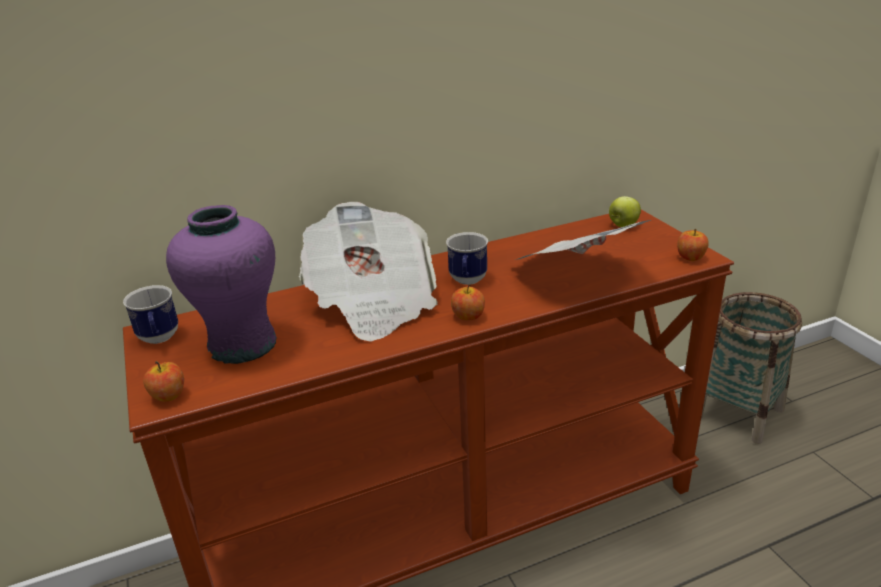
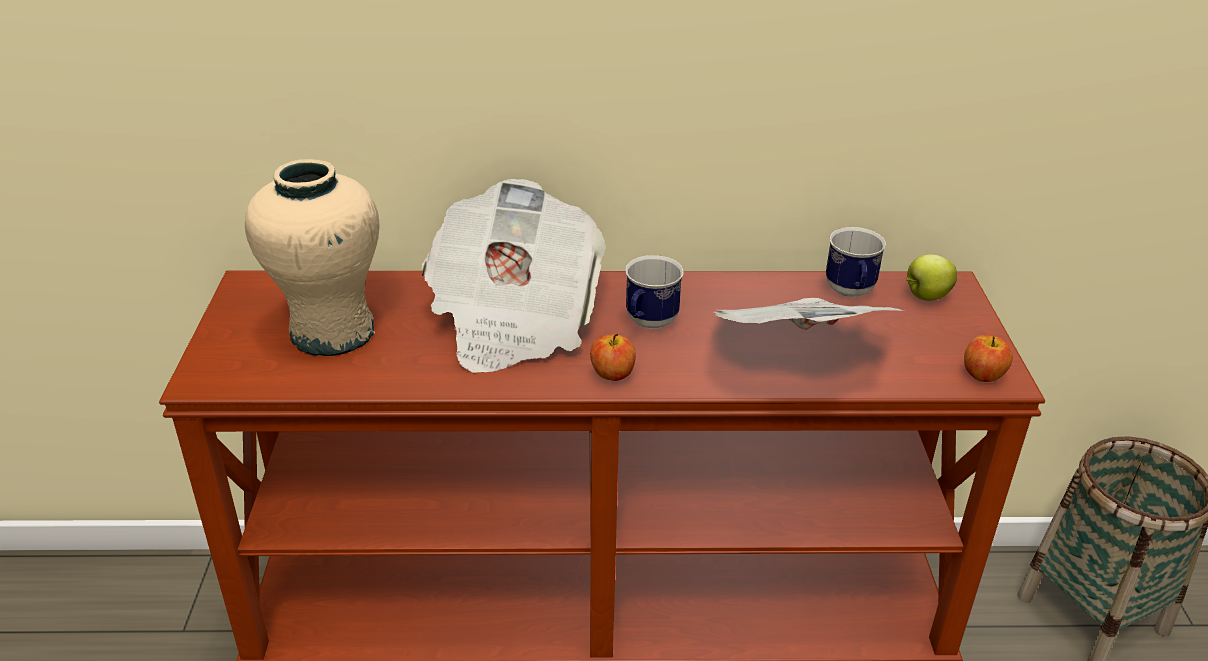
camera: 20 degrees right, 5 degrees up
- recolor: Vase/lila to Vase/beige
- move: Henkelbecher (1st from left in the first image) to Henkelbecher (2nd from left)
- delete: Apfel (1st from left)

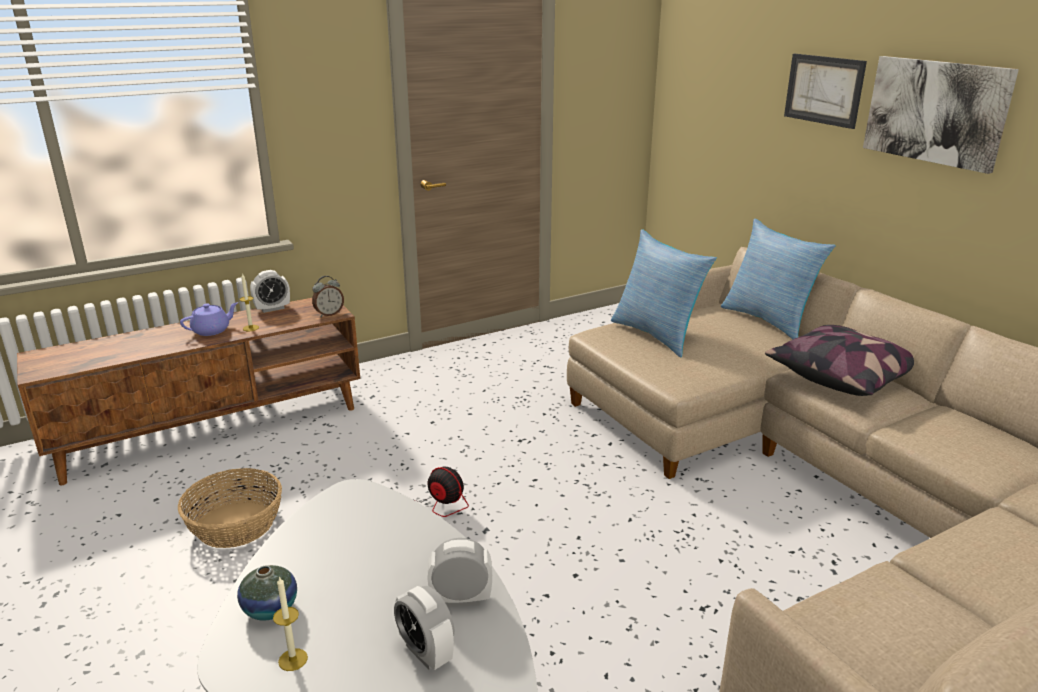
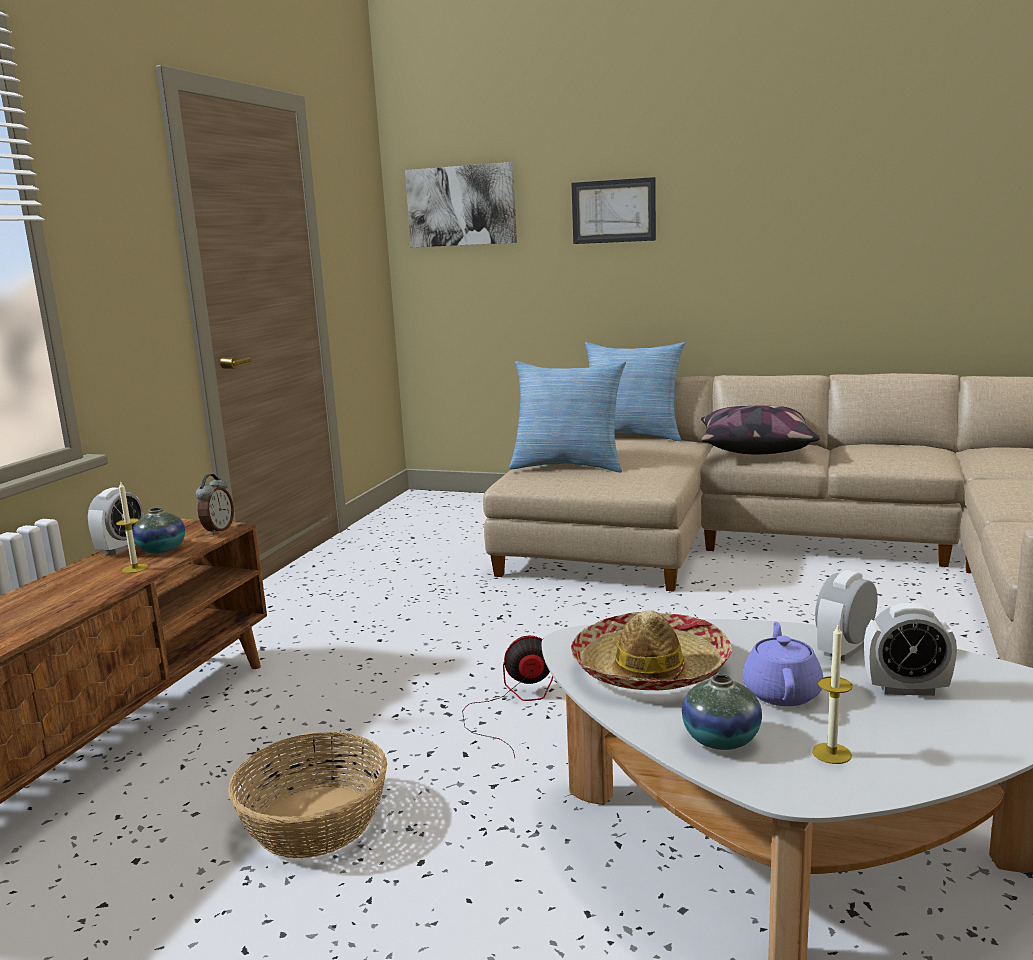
camera: 40 degrees left, 10 degrees down
- insert: Vase (1st from left)
- move: Bild (2nd from left in the first image) to Bild (1st from left)
- insert: Hut
- move: Teekanne/lila

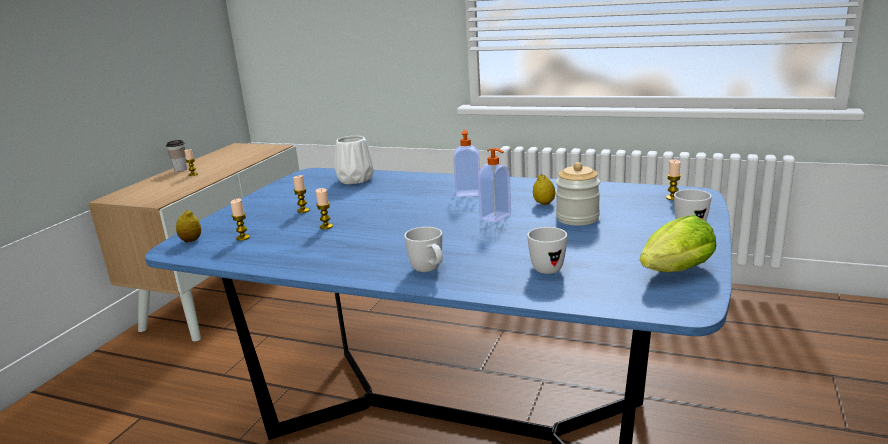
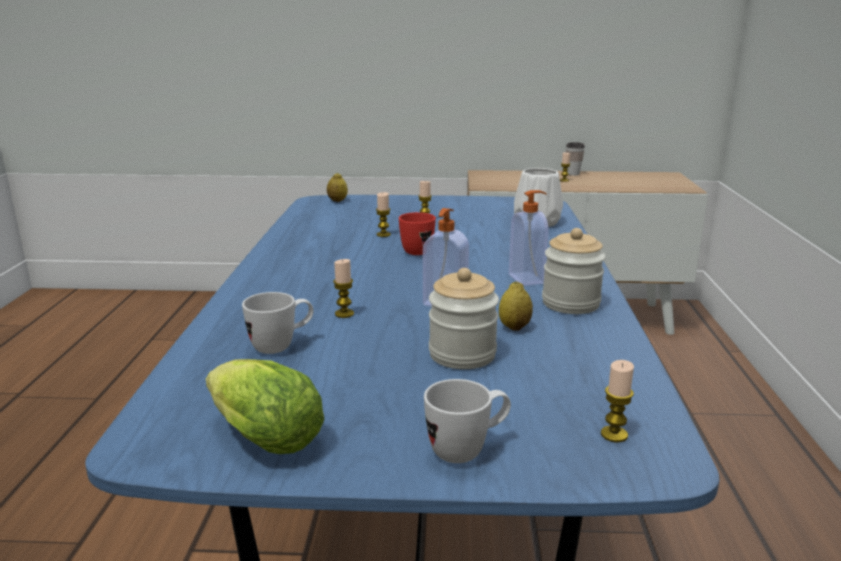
camera: 70 degrees right, 0 degrees up
- move: Kerze (2nd from left in the first image) to Kerze (1st from left)
- insert: Henkelbecher/rot
- insert: Vorratsglas (2nd from left)
- delete: Henkelbecher/weiß (1st from left)

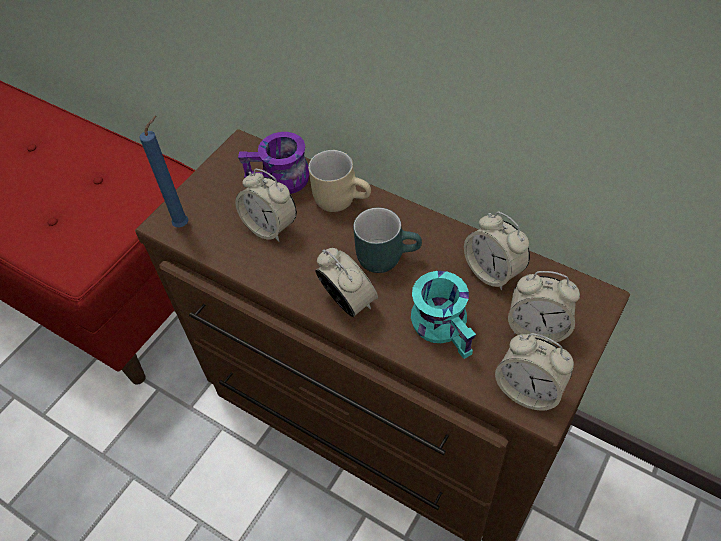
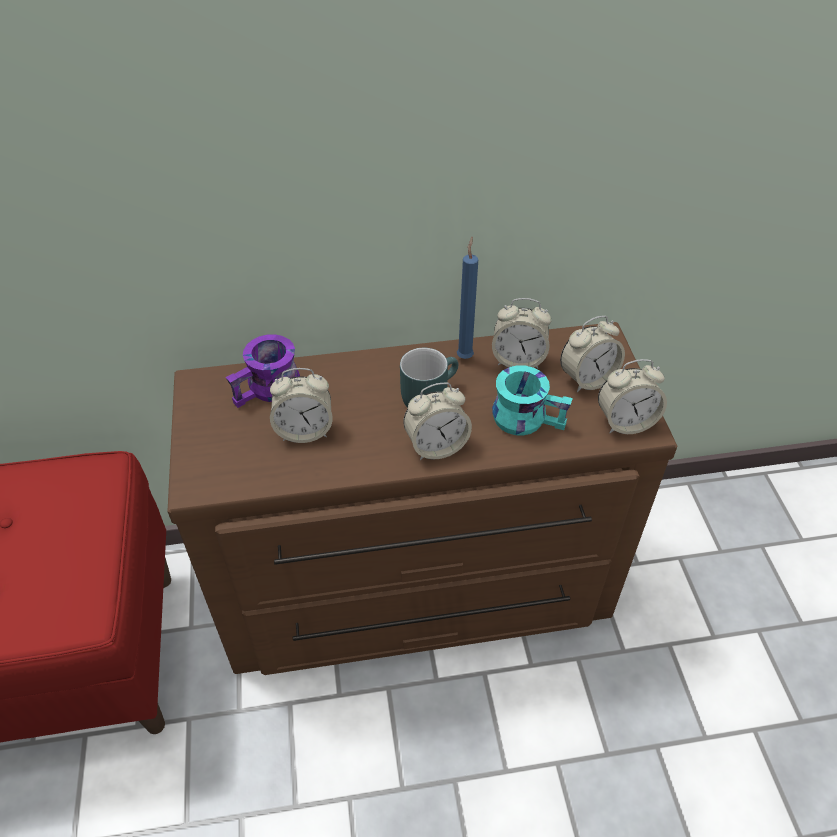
camera: 45 degrees left, 5 degrees down
- rotate: Wecker (2nd from left) 150 degrees clockwise
- move: Kerze/blau
- delete: Henkelbecher/beige

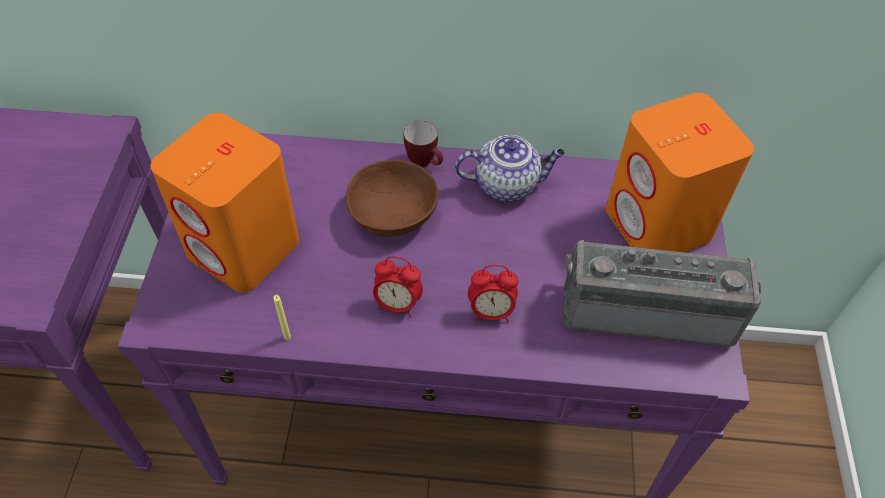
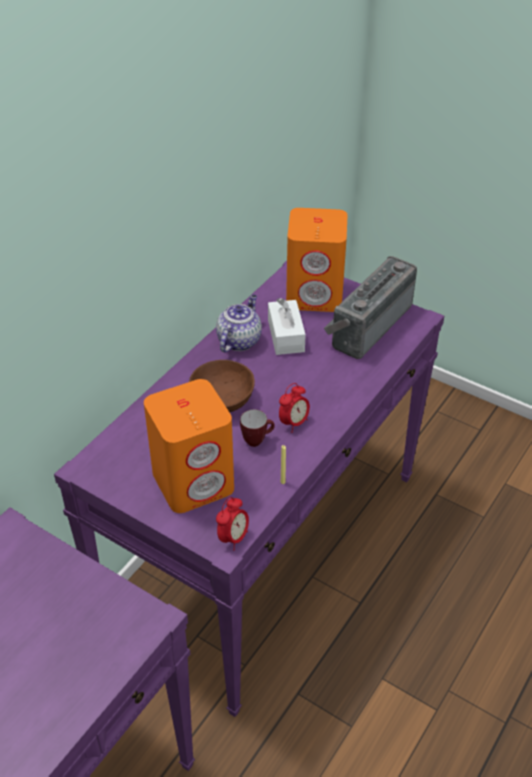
camera: 60 degrees left, 10 degrees down
- move: Wecker (2nd from left in the first image) to Wecker (1st from left)
- move: Henkelbecher
- insert: Taschentuchbox/weiß

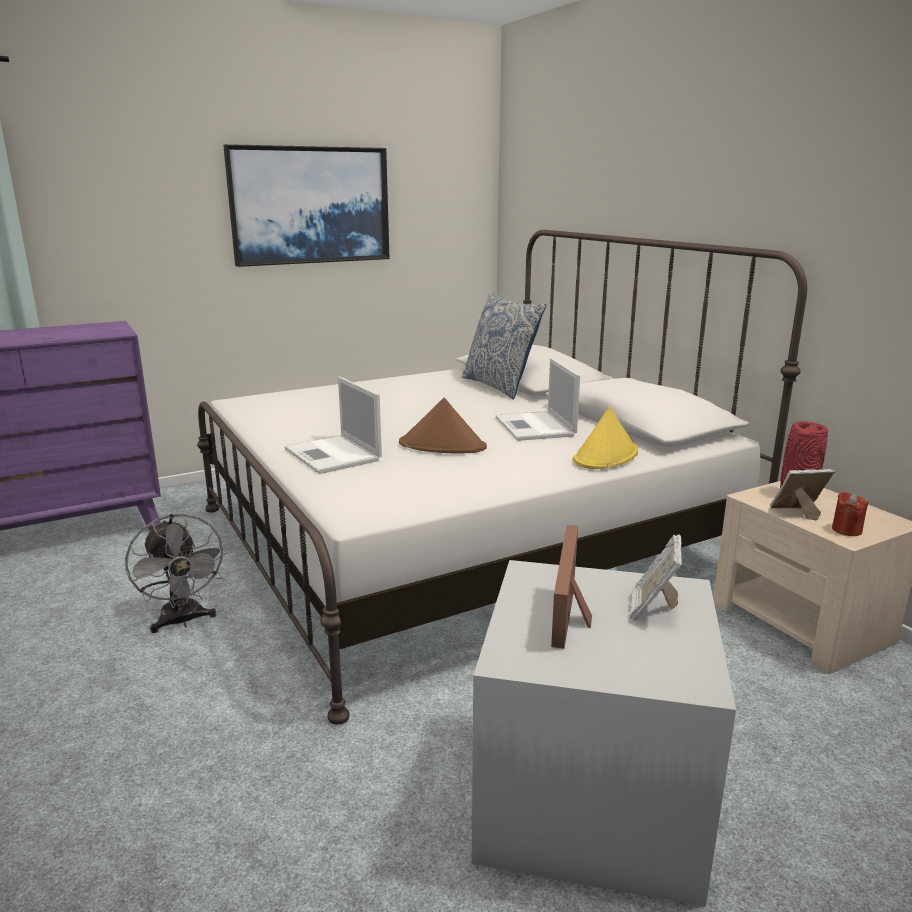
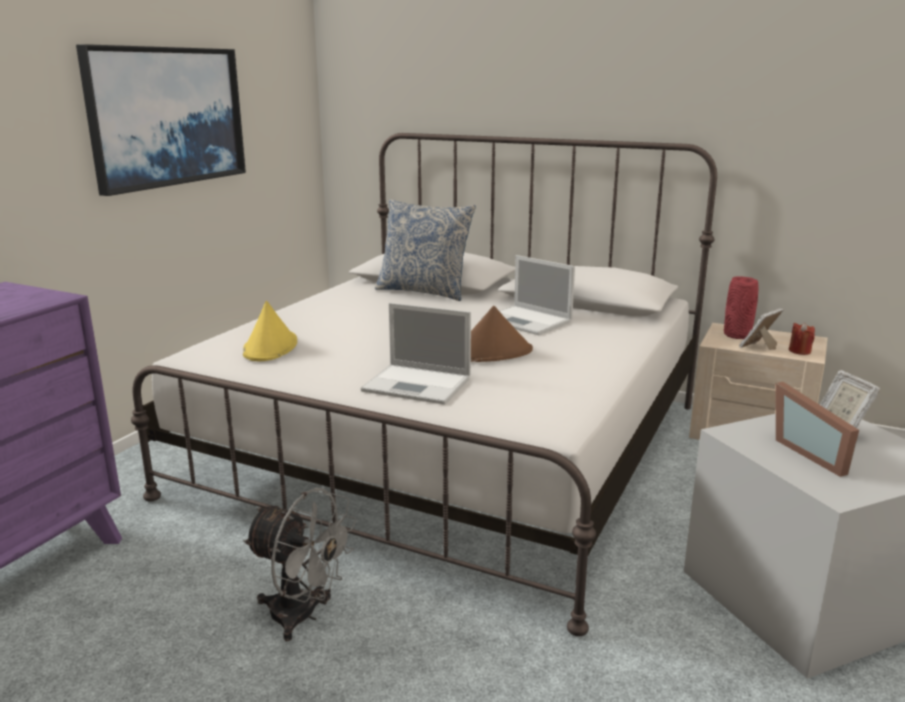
camera: 35 degrees left, 0 degrees up
- move: Hut/gelb

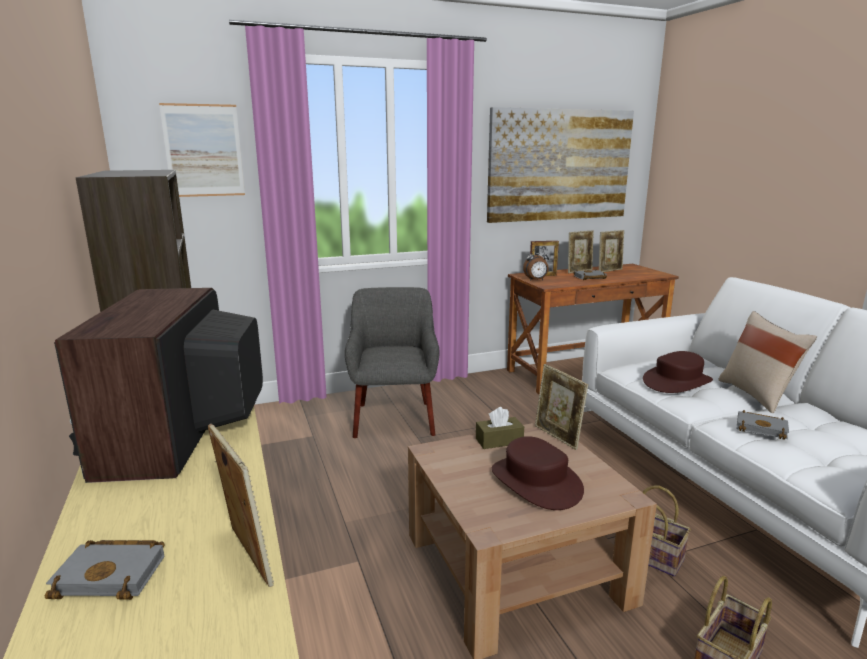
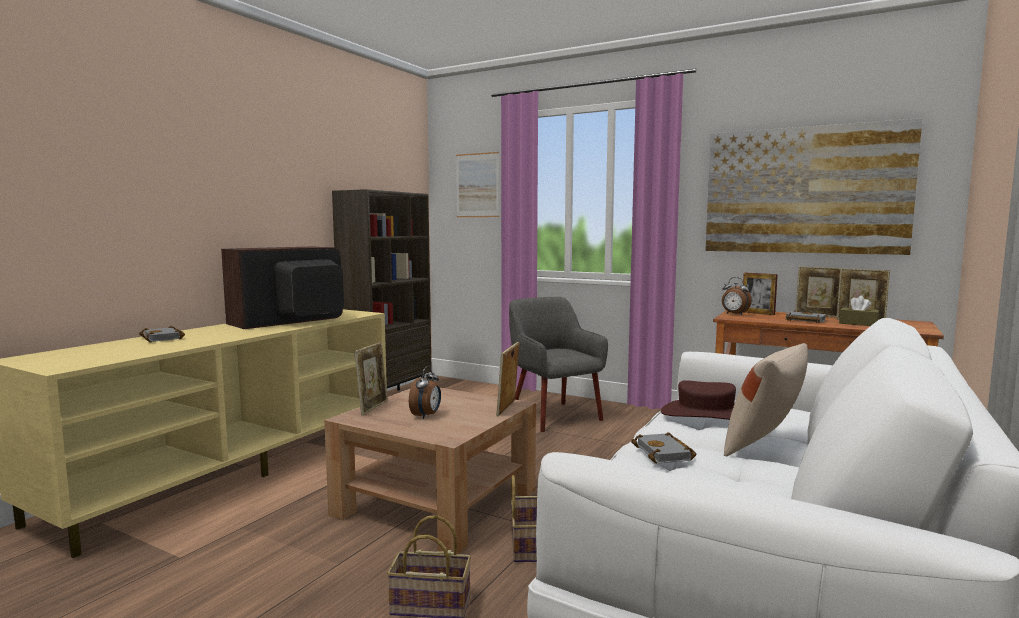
camera: 50 degrees right, 10 degrees down
- move: Bilderrahmen (1st from left)
- replace: Hut/braun (1st from left) to Wecker (1st from left)
- rotate: Sessel/grau 75 degrees counterclockwise
- move: Taschentuchbox/braun

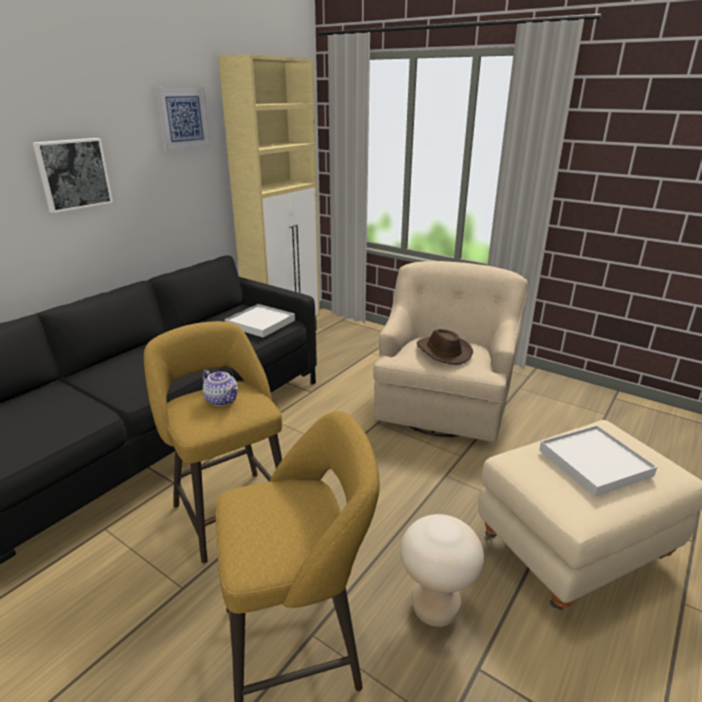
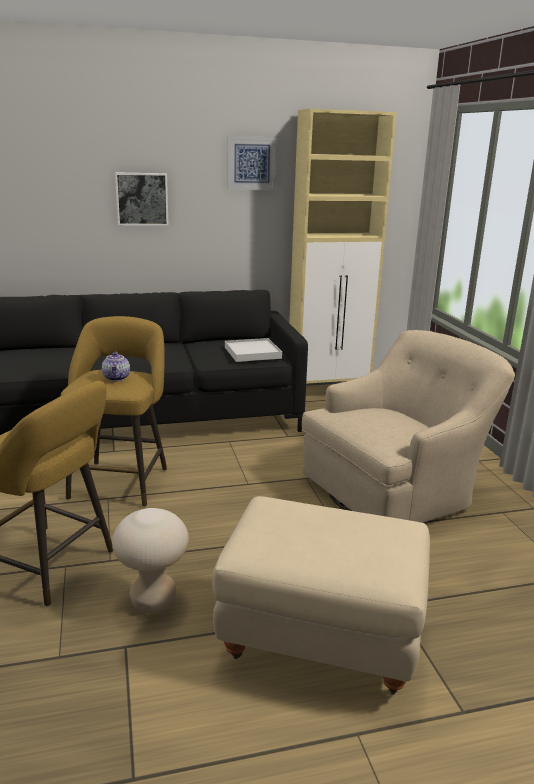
camera: 40 degrees right, 5 degrees down
- delete: Hut/braun
- delete: Tablett/weiß (2nd from left)

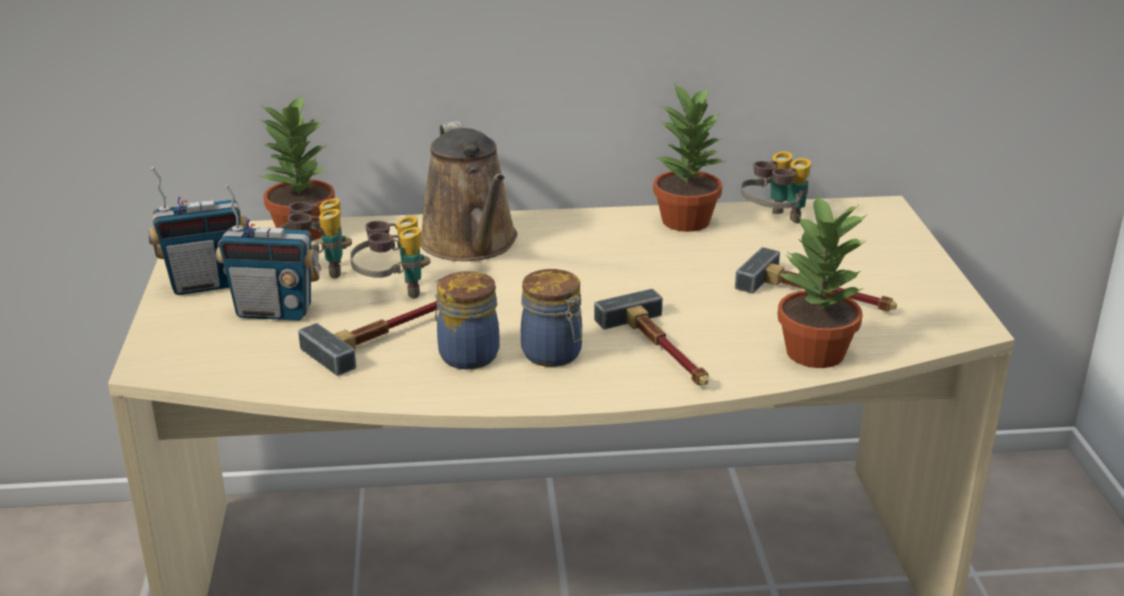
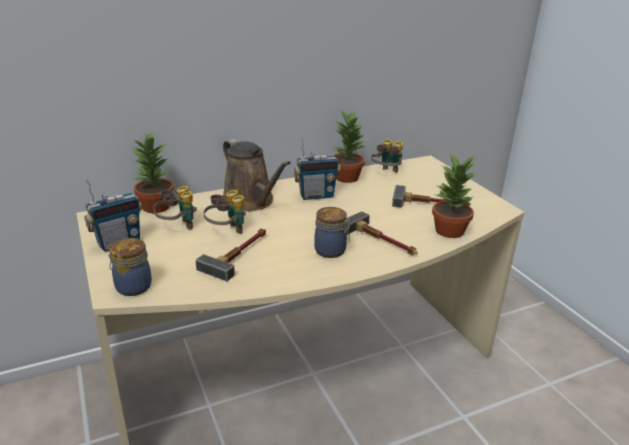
camera: 20 degrees left, 0 degrees up
- move: Vorratsglas (1st from left)
- move: Radio (2nd from left)

